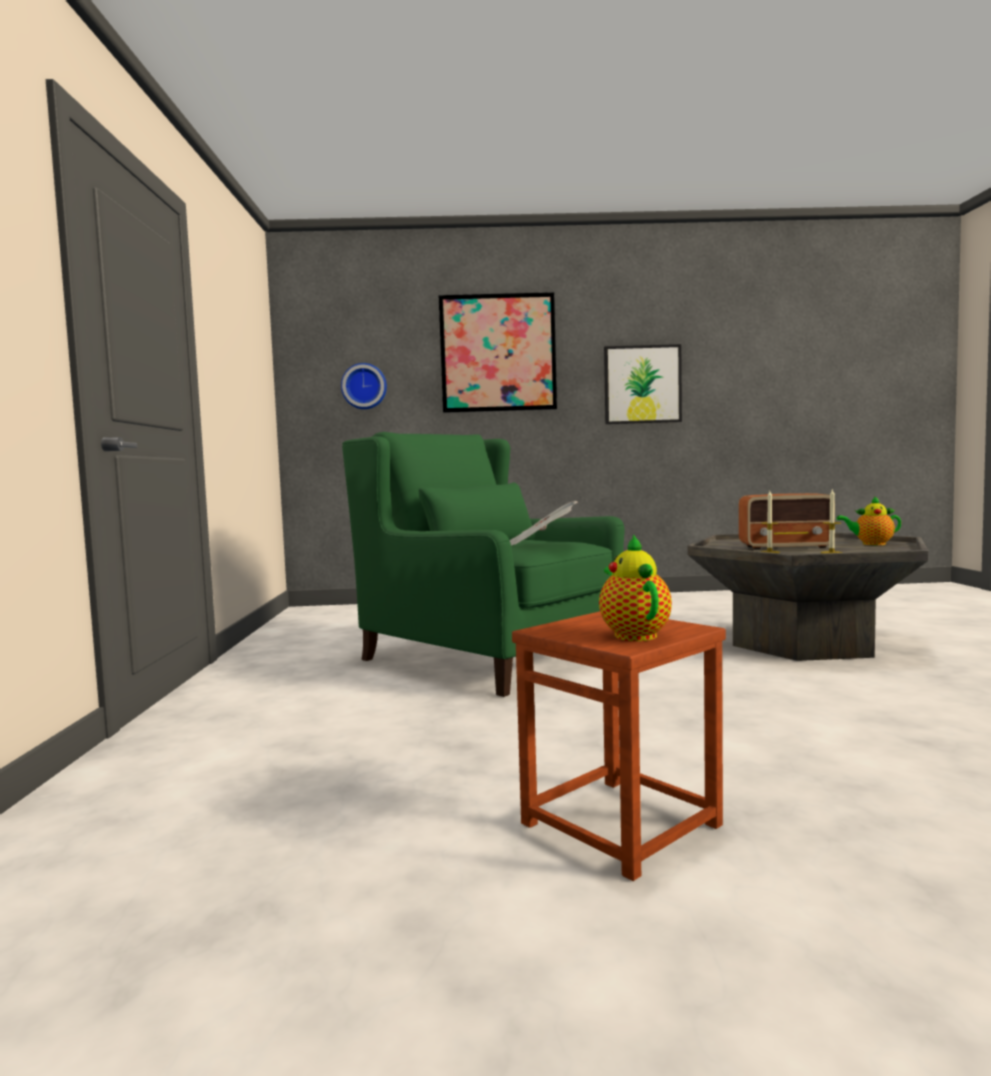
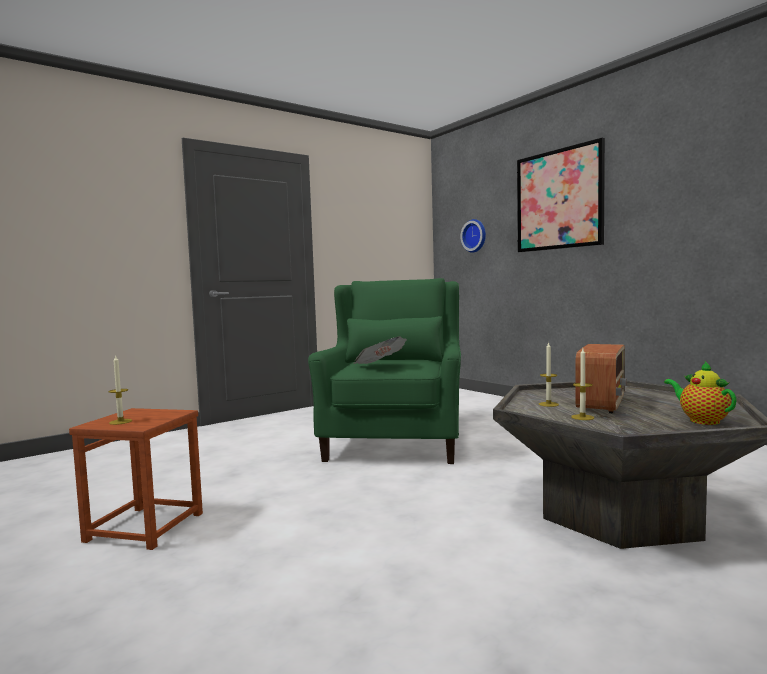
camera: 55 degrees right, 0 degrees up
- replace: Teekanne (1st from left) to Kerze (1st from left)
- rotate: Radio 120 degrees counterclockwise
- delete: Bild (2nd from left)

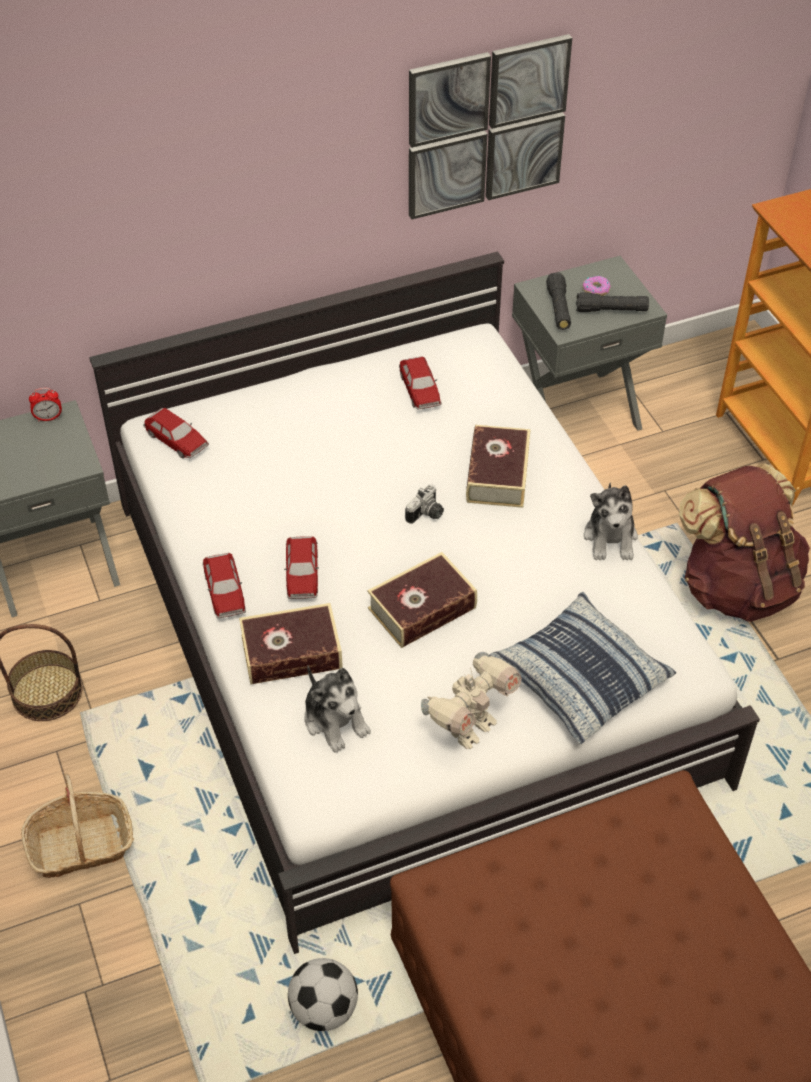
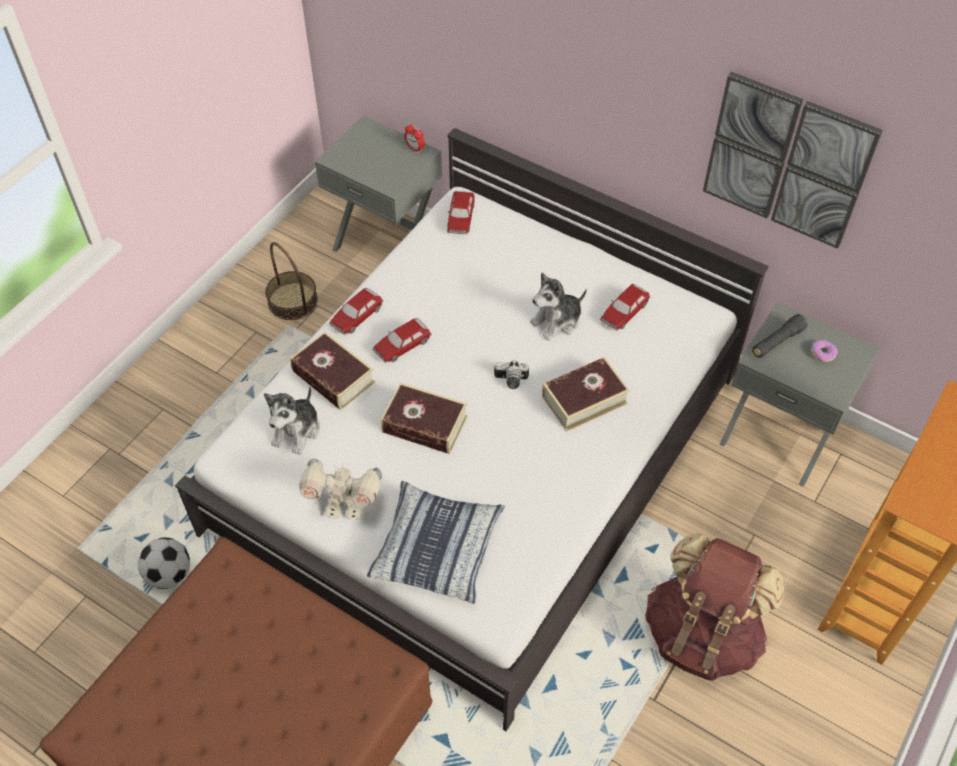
camera: 55 degrees right, 5 degrees up
- move: Plüschtier (2nd from left)
- delete: Korb (2nd from left)
- delete: Taschenlampe/schwarz (2nd from left)

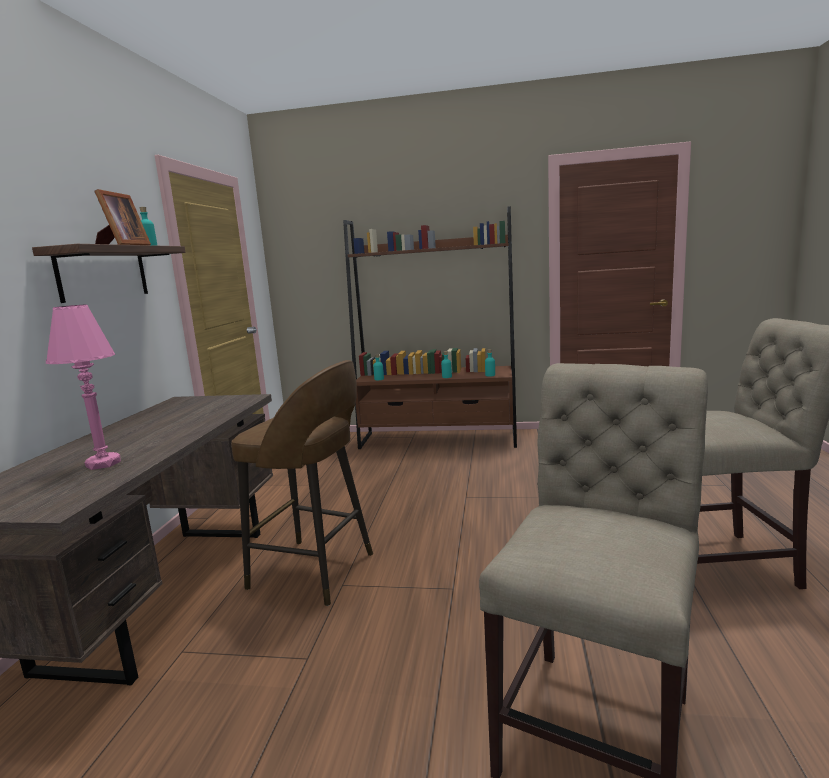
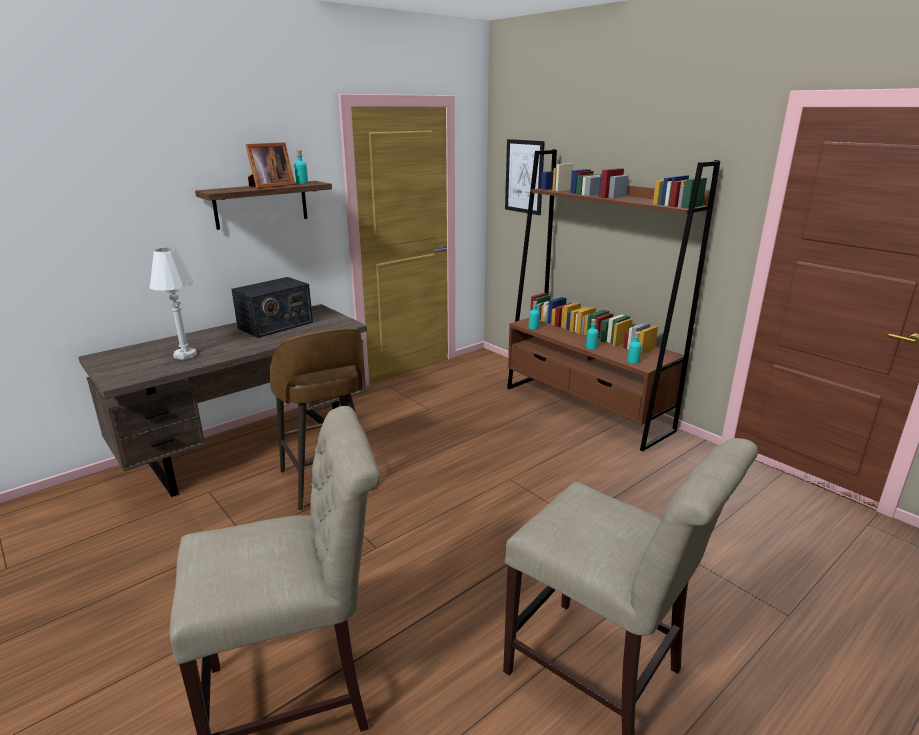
camera: 40 degrees right, 10 degrees up
- recolor: Tischlampe/rosa to Tischlampe/weiß
- insert: Radio
- insert: Bild

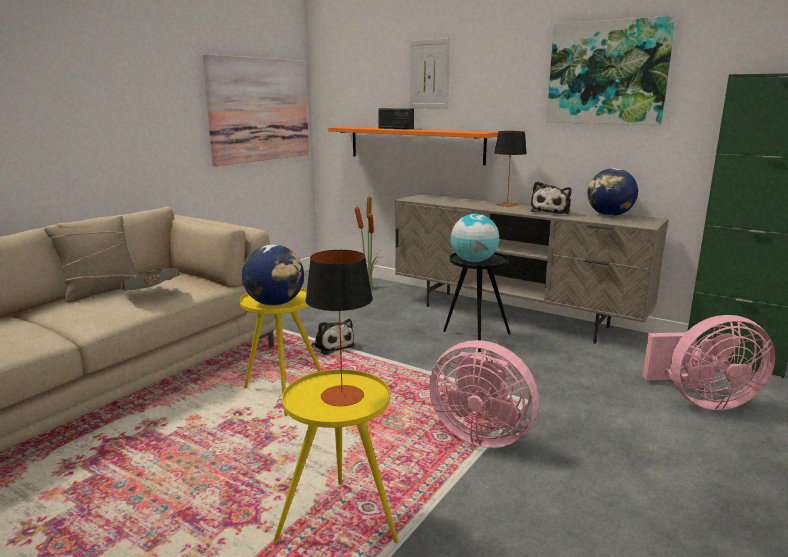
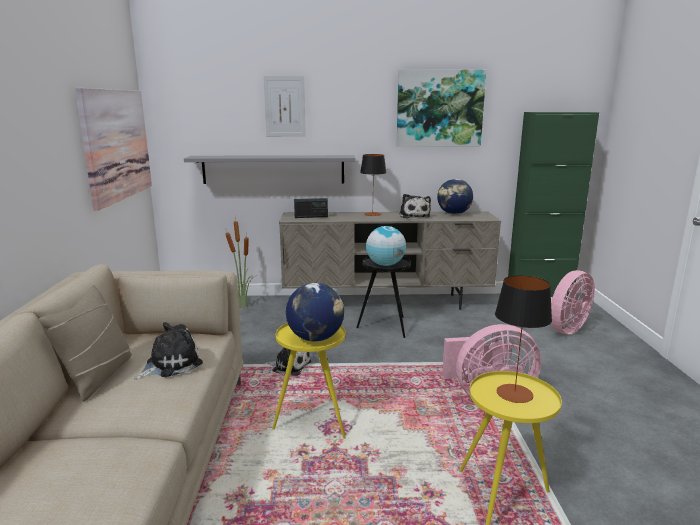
camera: 35 degrees left, 0 degrees up
- replace: Zeitung to Plüschtier (1st from left)
- recolor: Wandregal/orange to Wandregal/grau
- move: Radio

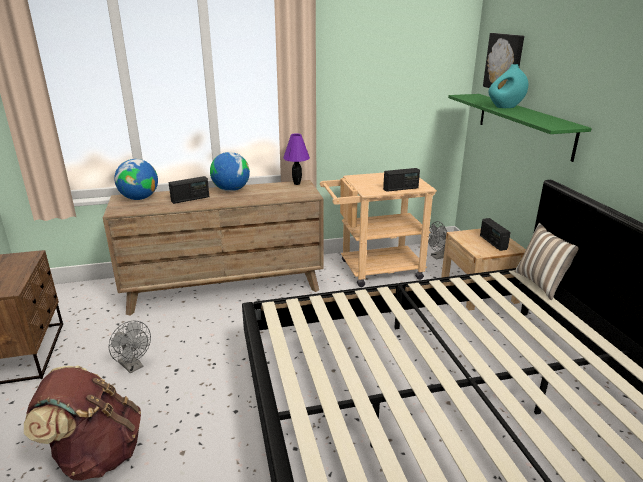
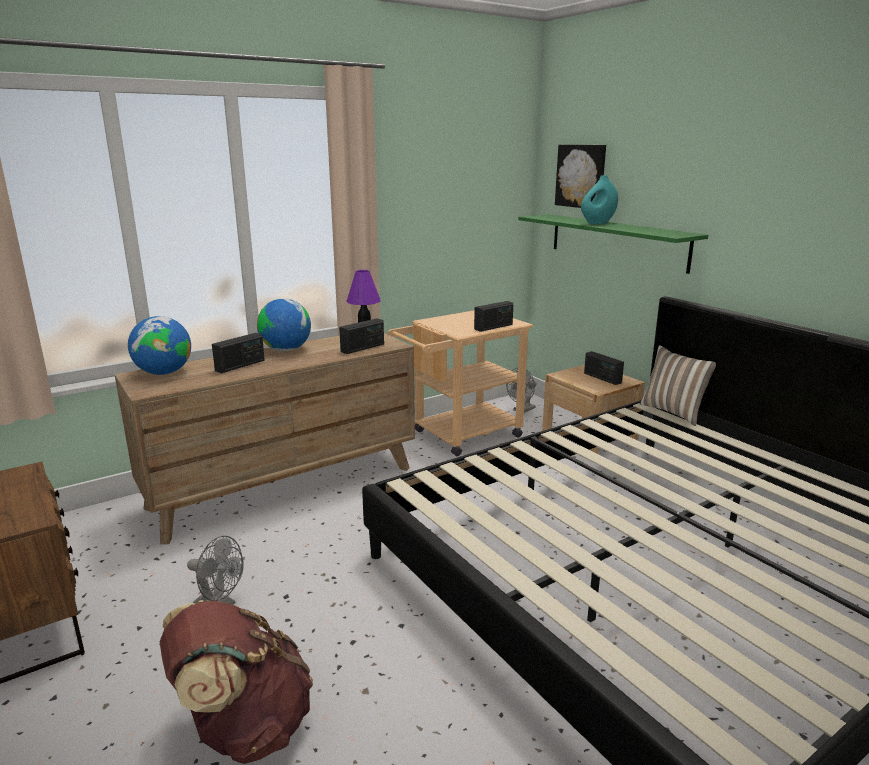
camera: 20 degrees left, 5 degrees down
- insert: Radio (2nd from left)

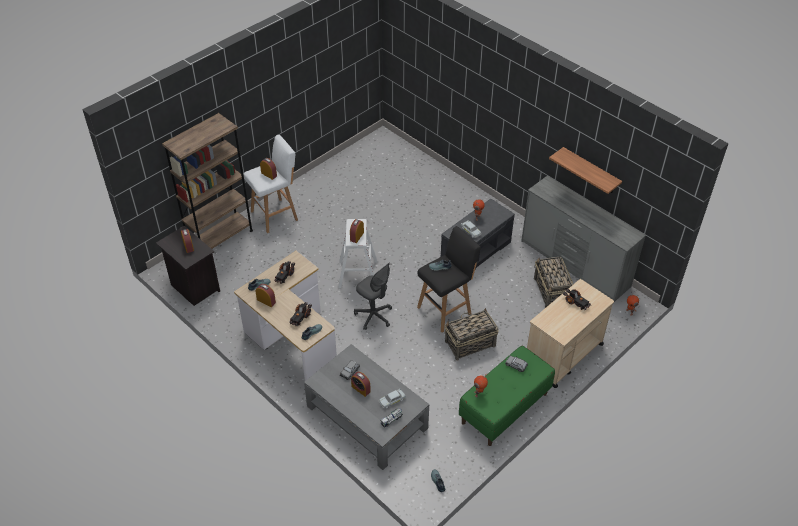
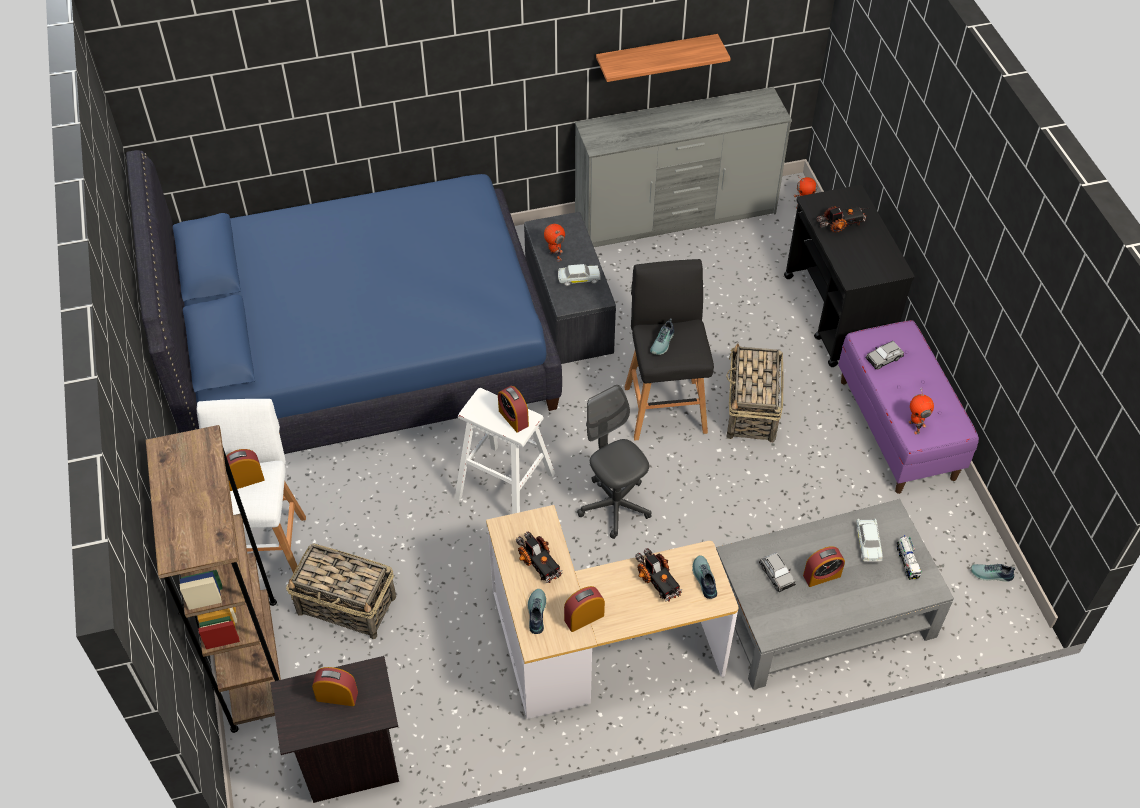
camera: 60 degrees left, 5 degrees up
- insert: Bett/blau
- move: Korb (2nd from left in the first image) to Korb (1st from left)
- rotate: Bürostuhl/grau 105 degrees counterclockwise
- recolor: Rollwagen/beige to Rollwagen/schwarz
- recolor: Bank/grün to Bank/lila

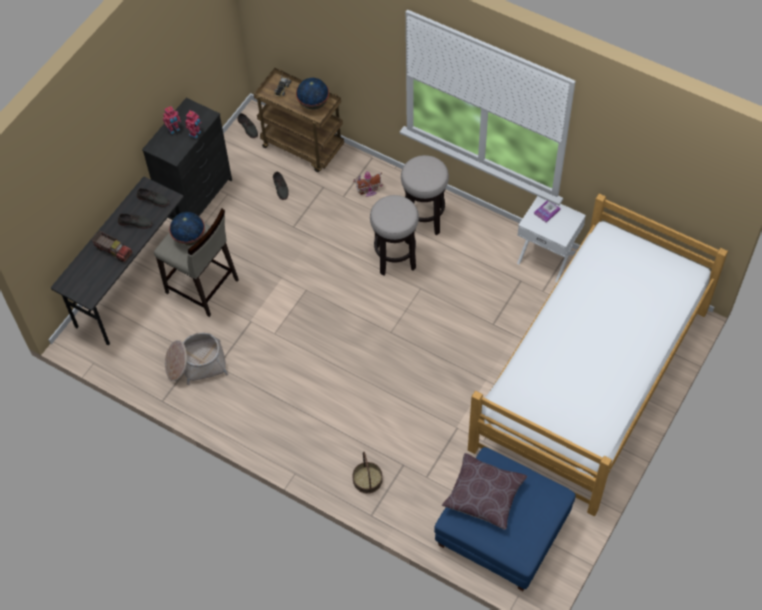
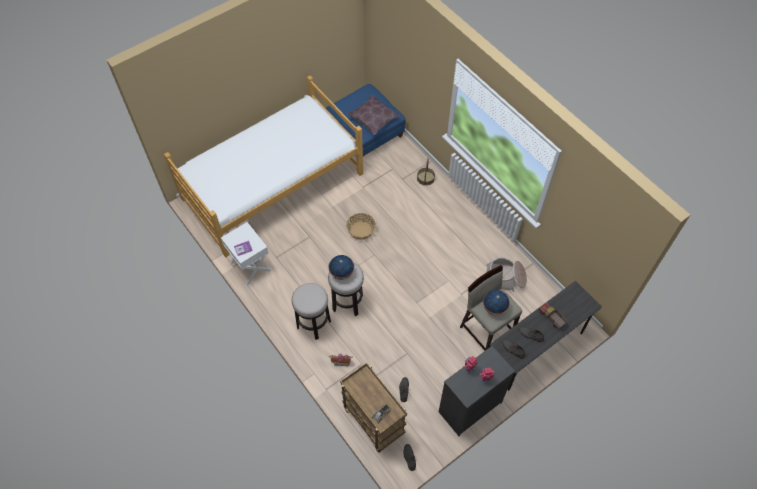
camera: 160 degrees left, 0 degrees up
- move: Globus (2nd from left in the first image) to Globus (1st from left)
- insert: Korb (1st from left)

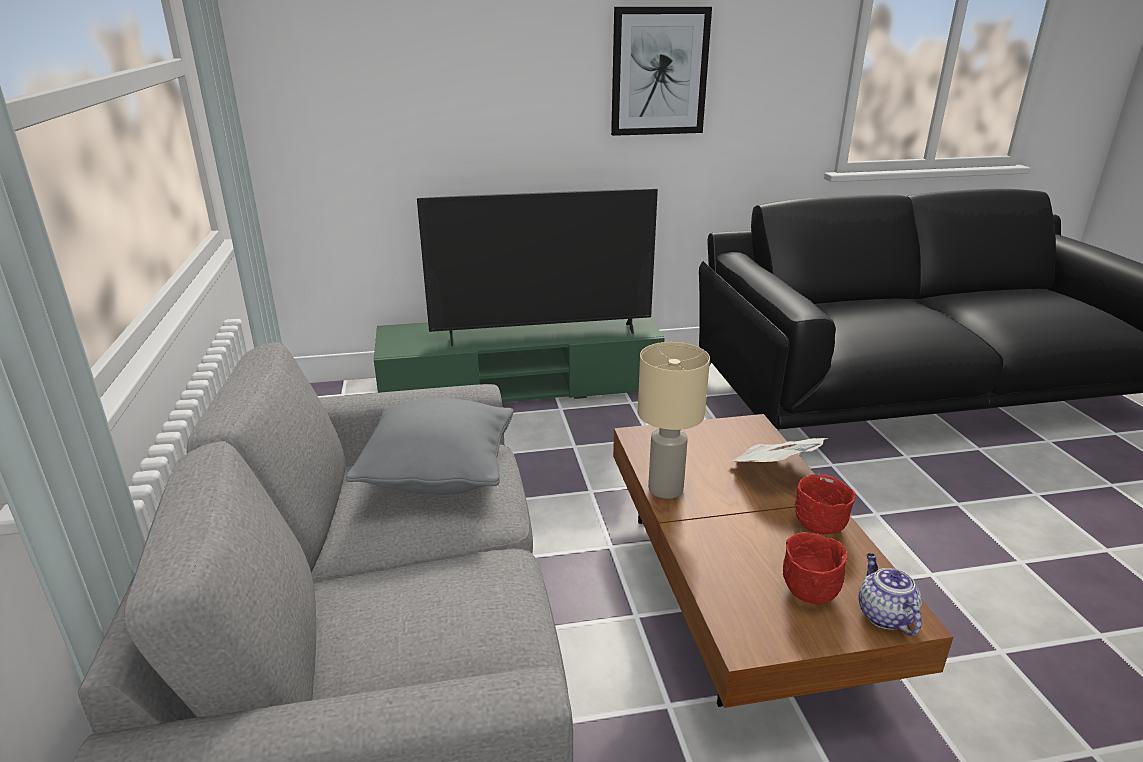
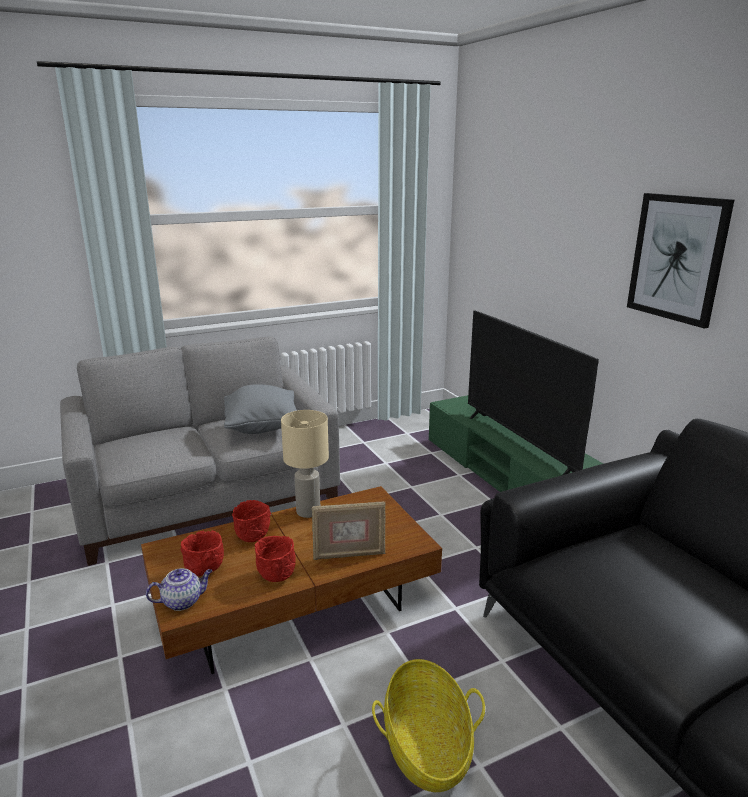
camera: 75 degrees right, 5 degrees down
- insert: Schüssel/rot (2nd from left)
- replace: Zeitung to Bilderrahmen
- insert: Korb

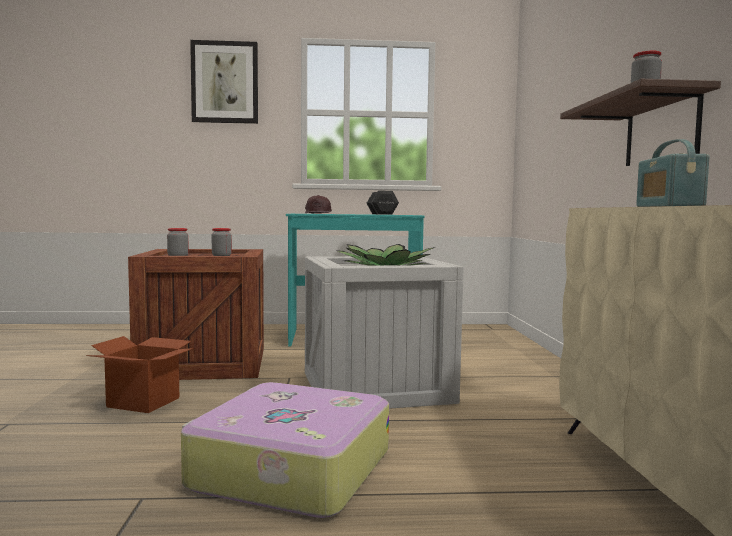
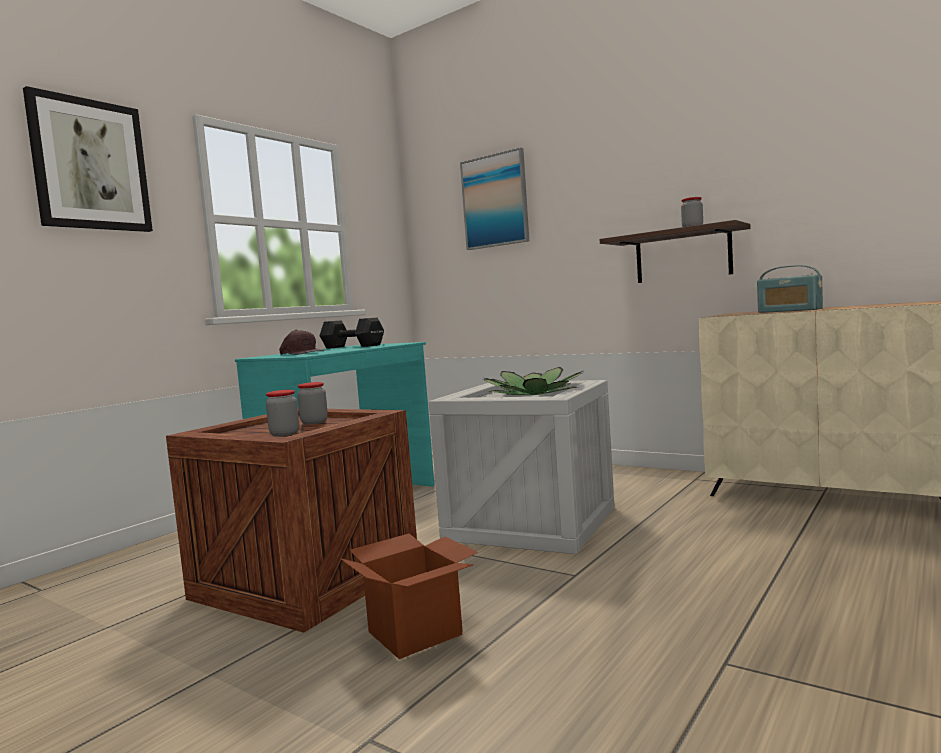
camera: 50 degrees left, 0 degrees up
- insert: Bild (2nd from left)
- delete: Koffer

